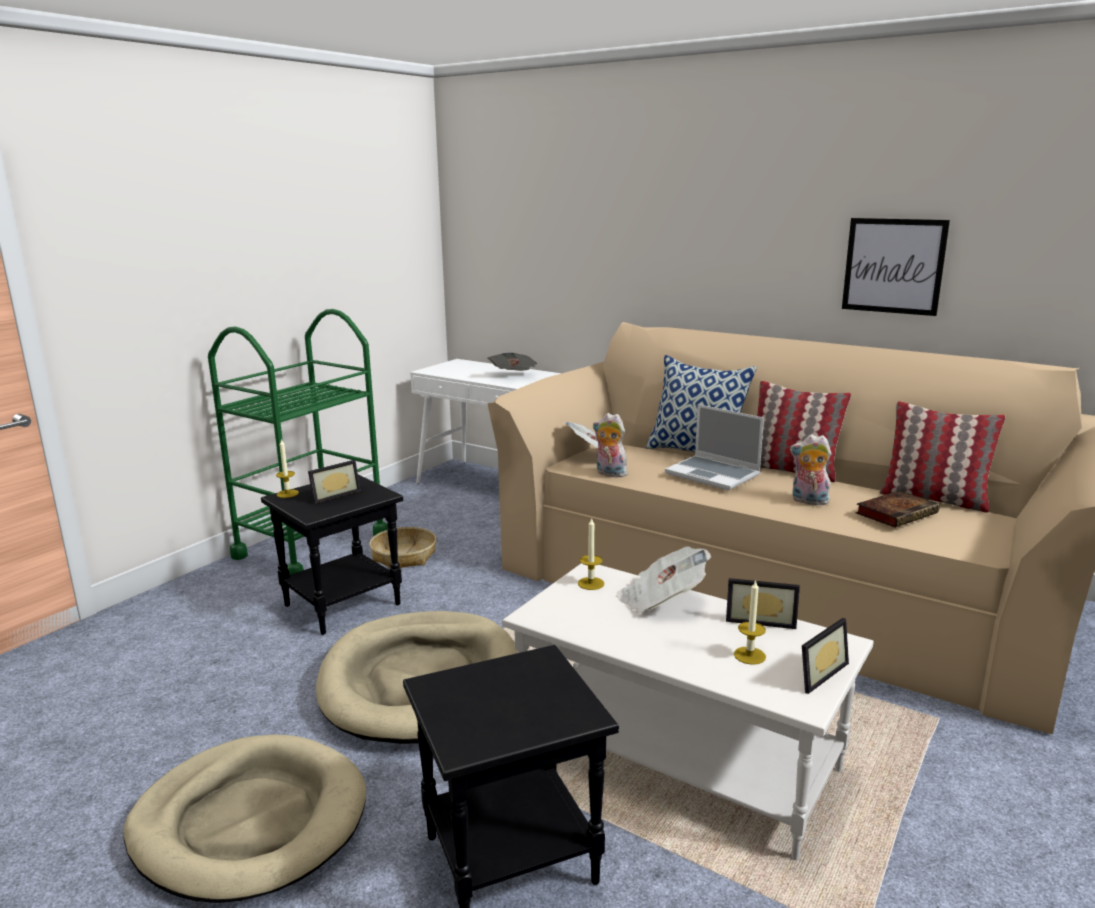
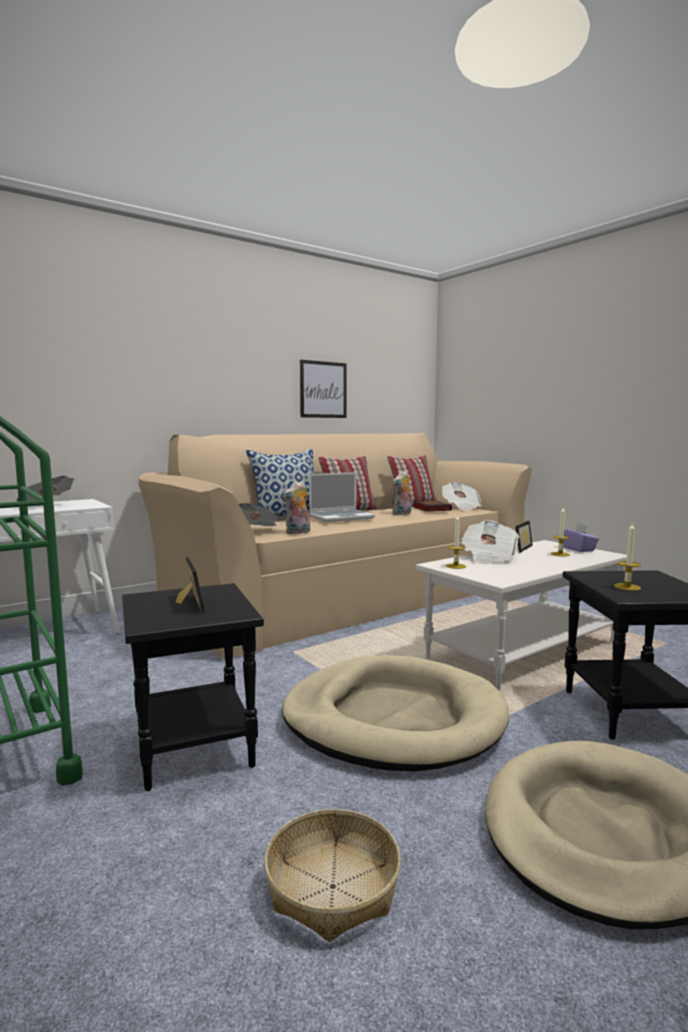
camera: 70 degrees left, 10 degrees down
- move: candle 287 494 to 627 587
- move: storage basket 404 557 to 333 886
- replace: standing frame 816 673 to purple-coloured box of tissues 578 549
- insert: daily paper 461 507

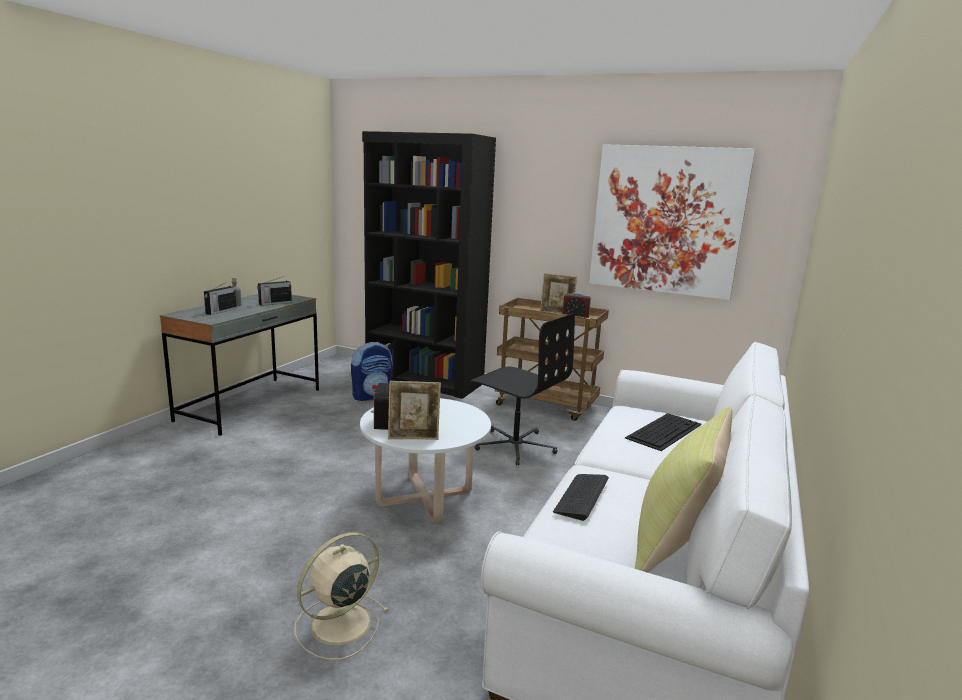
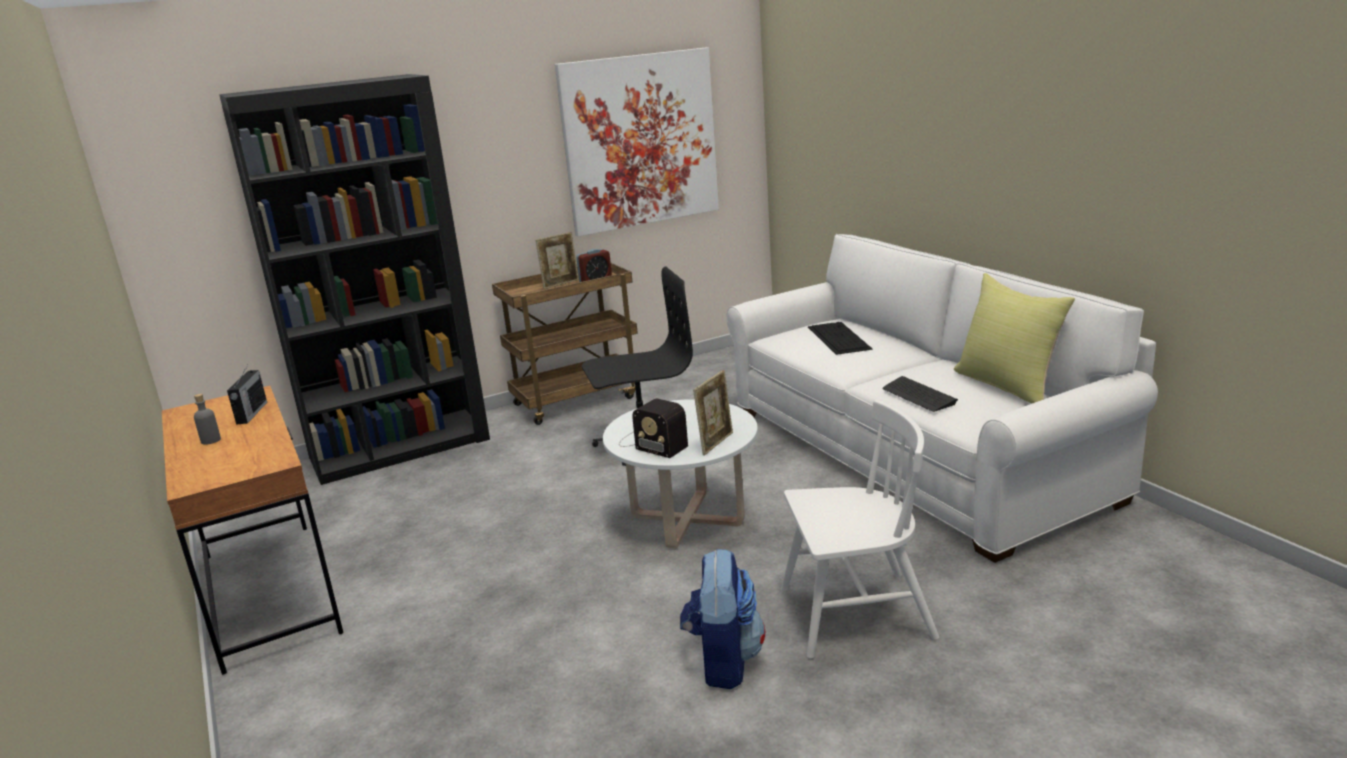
camera: 50 degrees left, 5 degrees up
- recolor: grey desk unit 251 405 to brown desk unit 270 592
- delete: radio 220 311
- replace: beige cooling fan 338 625 to whitish chair 855 613
- move: backpack 372 396 to 723 661

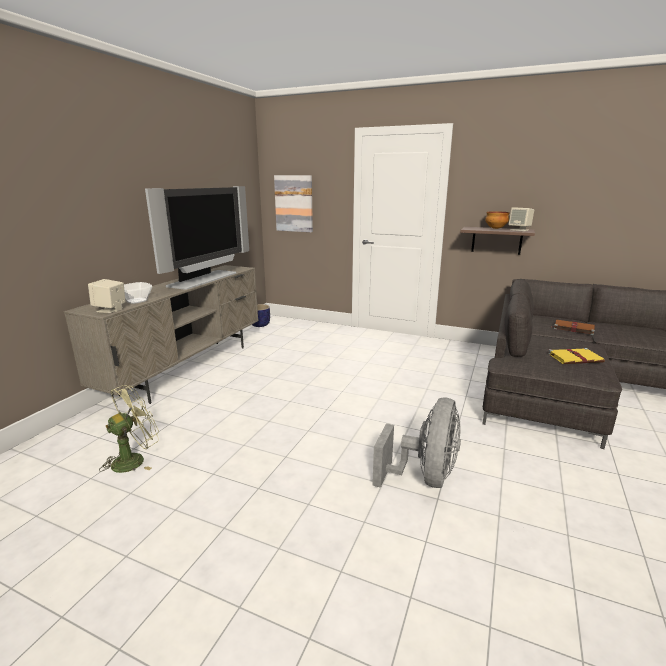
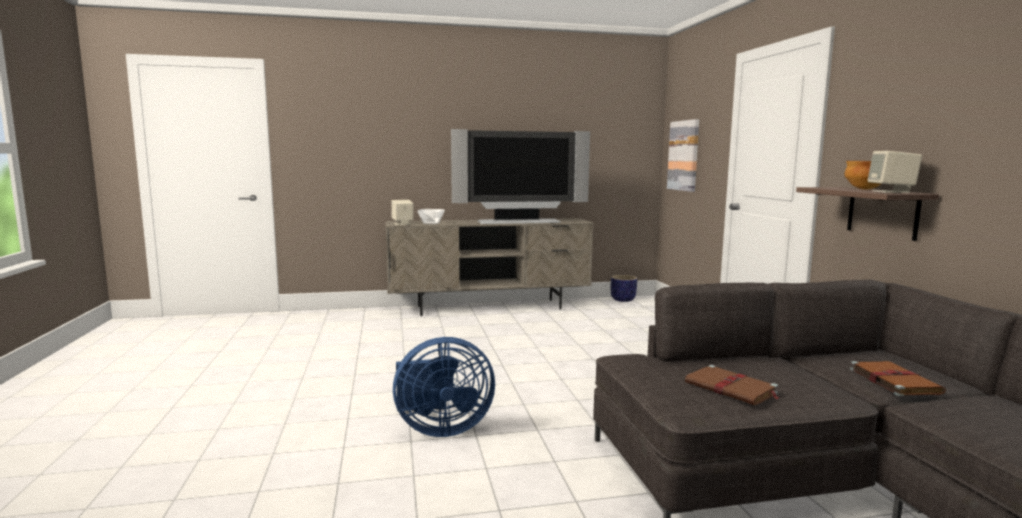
camera: 55 degrees right, 10 degrees down
- delete: green-coloured cooling fan 134 459
- recolor: grey cooling fan 424 477 to bluish cooling fan 440 428
- recolor: yellow-coloured bound book 575 358 to brown bound book 732 389

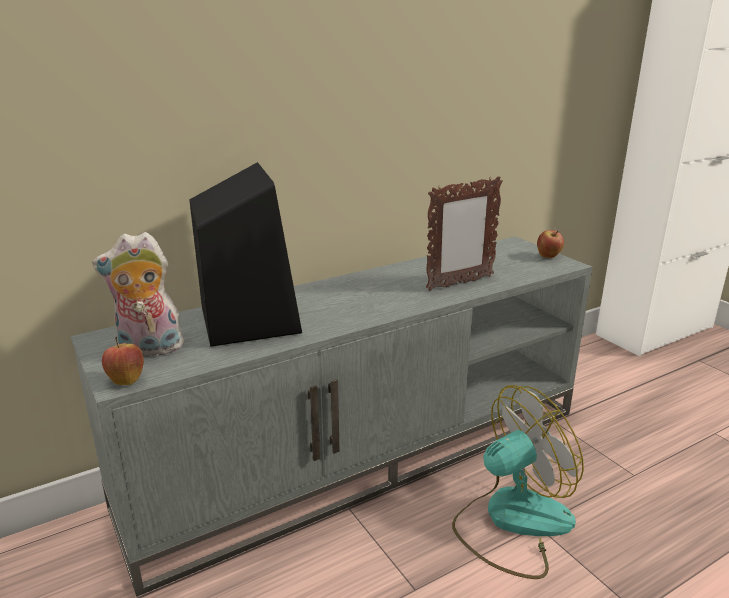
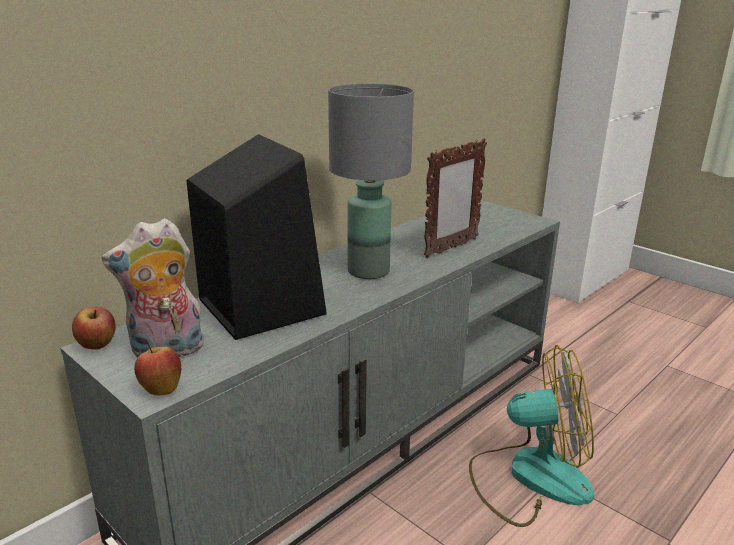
camera: 15 degrees left, 0 degrees up
- rotate: cooling fan 512 521 = 529 476 45 degrees clockwise
- move: whole apple 548 256 to 97 346
- insert: grey tabletop lamp 368 271

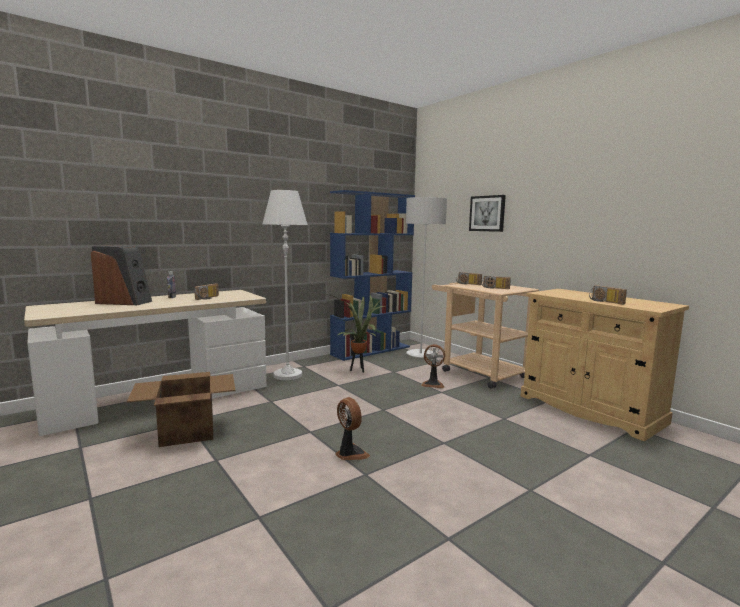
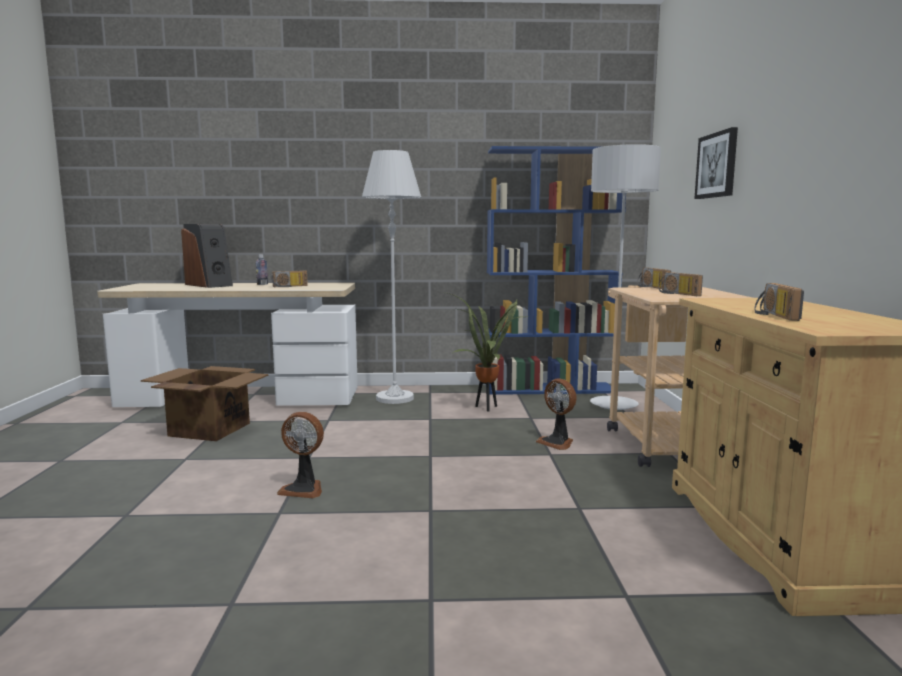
camera: 35 degrees right, 0 degrees up
- rotate: cooling fan 350 454 = 304 489 105 degrees clockwise

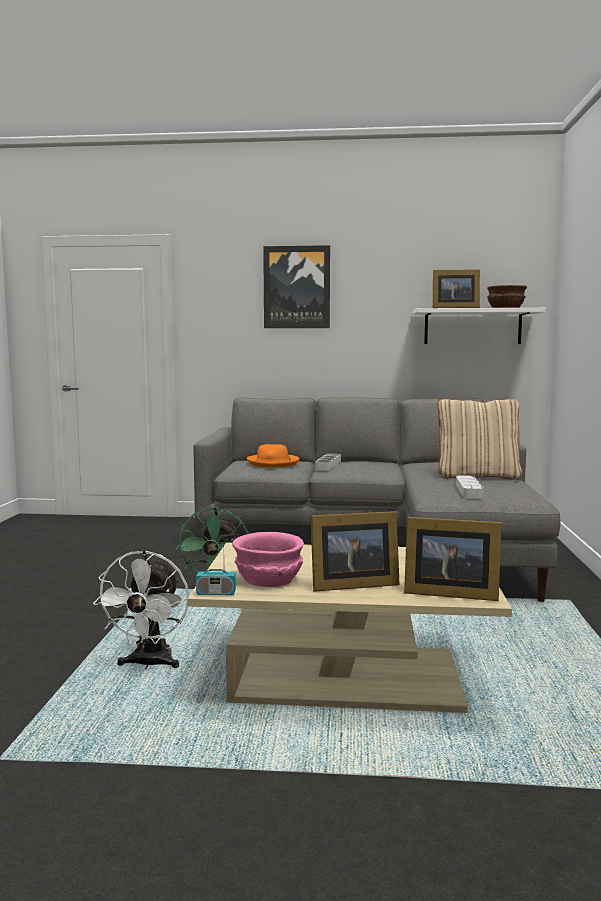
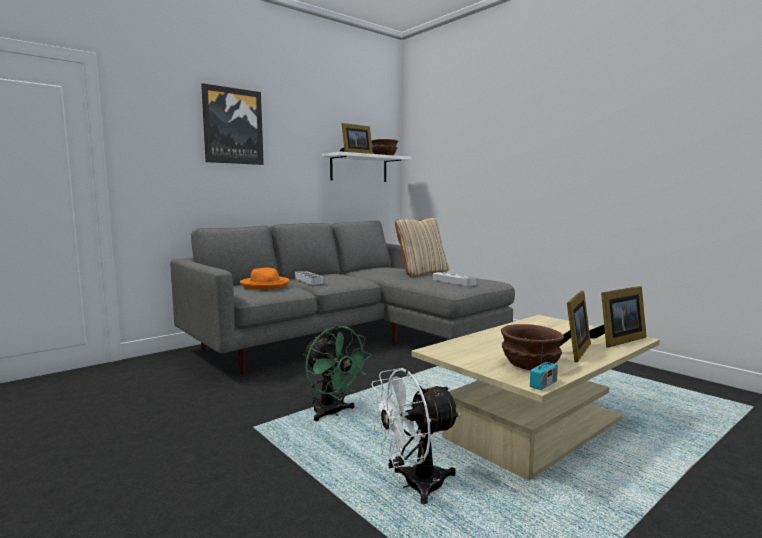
camera: 45 degrees left, 0 degrees up
- rotate: whitish cooling fan 149 664 = 414 485 105 degrees clockwise
- recolor: pink bowl 269 579 to brown bowl 530 364

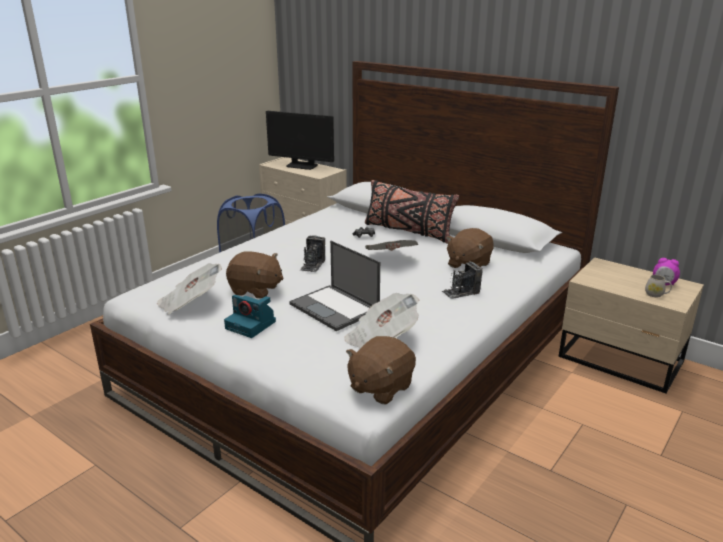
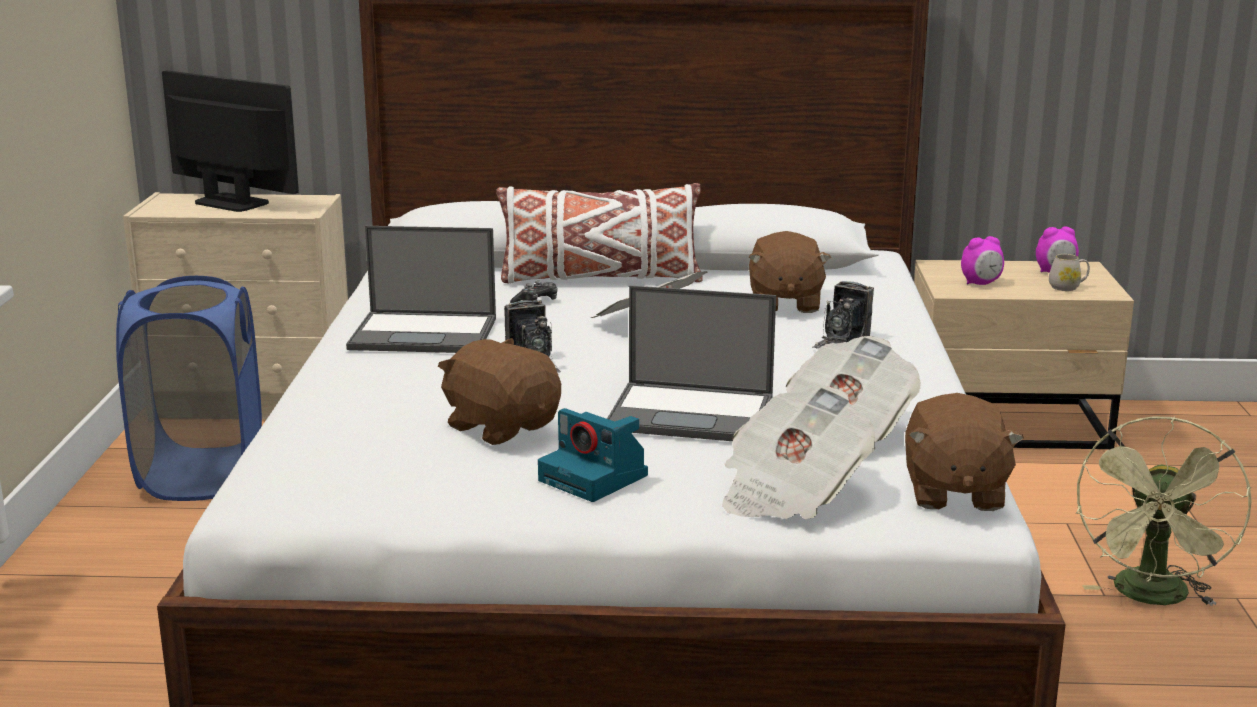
camera: 35 degrees left, 5 degrees down
- move: daily paper 190 303 to 790 493
- rotate: still camera 252 325 = 595 478 45 degrees clockwise
- rotate: brown cuddly toy 255 290 = 501 426 120 degrees counterclockwise
- rotate: monitor 302 166 = 231 203 135 degrees counterclockwise
- recolor: blackish throw pillow 408 231 to whitish throw pillow 600 279
- insert: portable computer 425 334
- insert: alarm clock 981 283
- insert: green-coloured cooling fan 1152 598

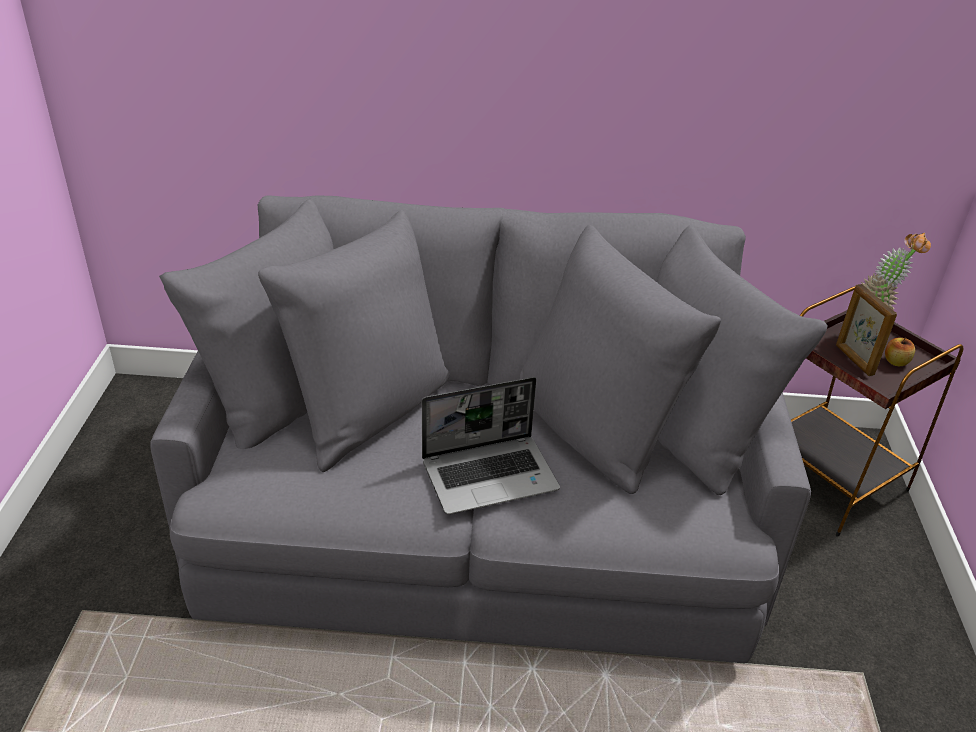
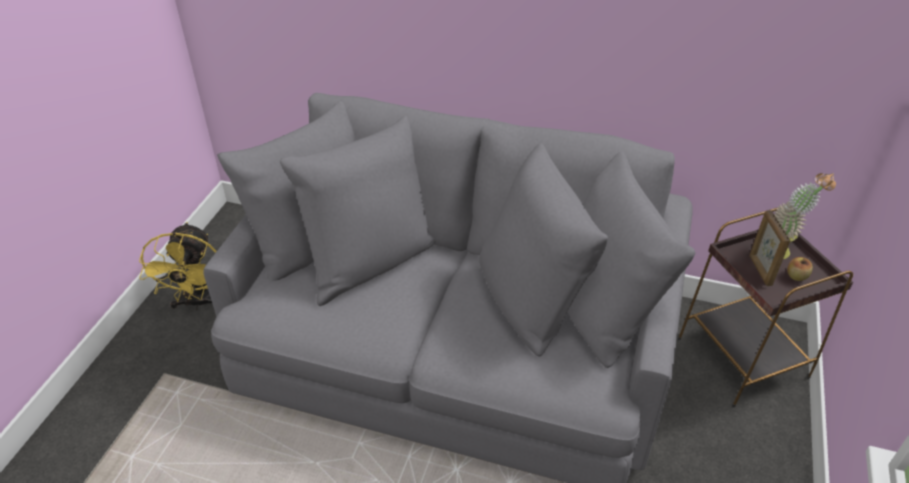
camera: 15 degrees right, 5 degrees up
- delete: portable computer 491 475
- insert: yellow-coloured cooling fan 198 303

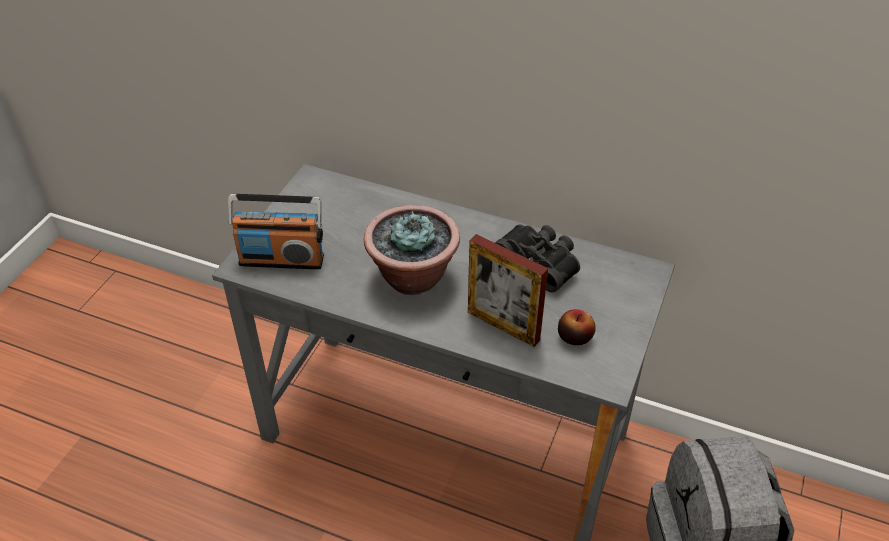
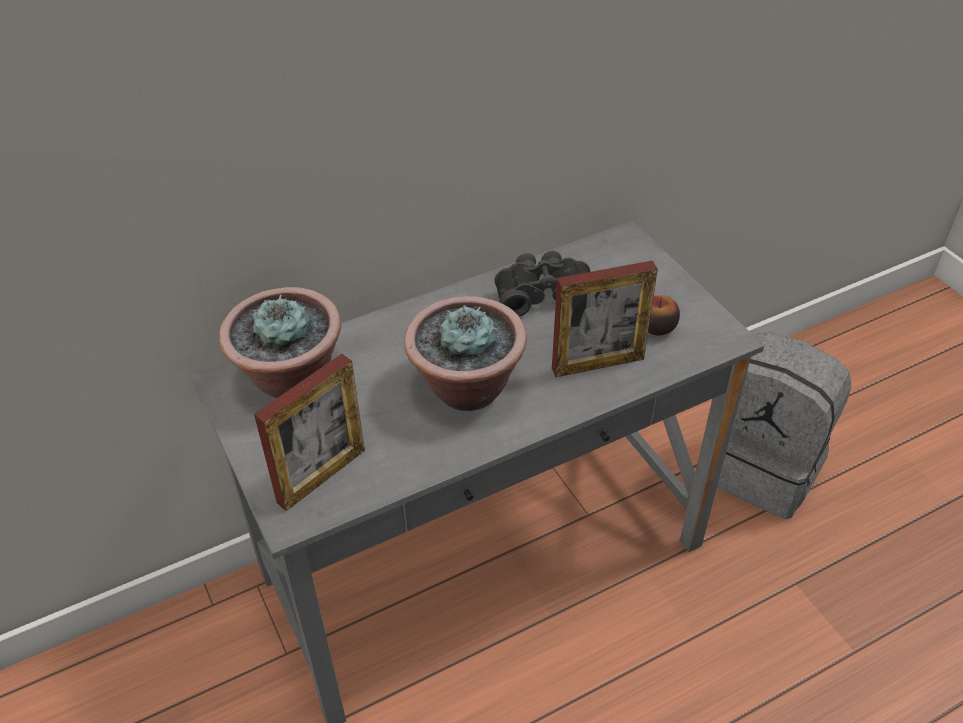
camera: 50 degrees left, 0 degrees up
- replace: radio 282 259 to standing frame 321 476
- insert: plant in a pot 290 379

